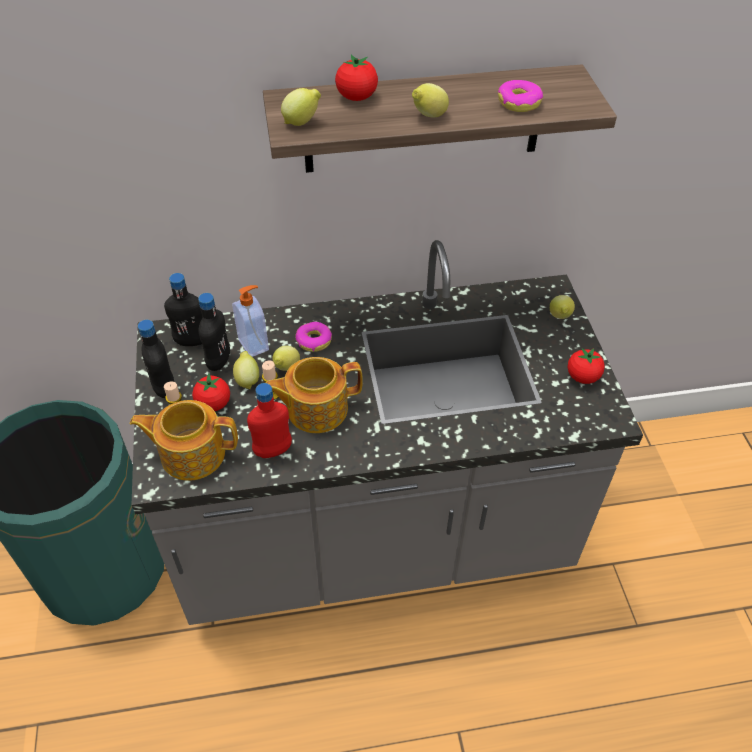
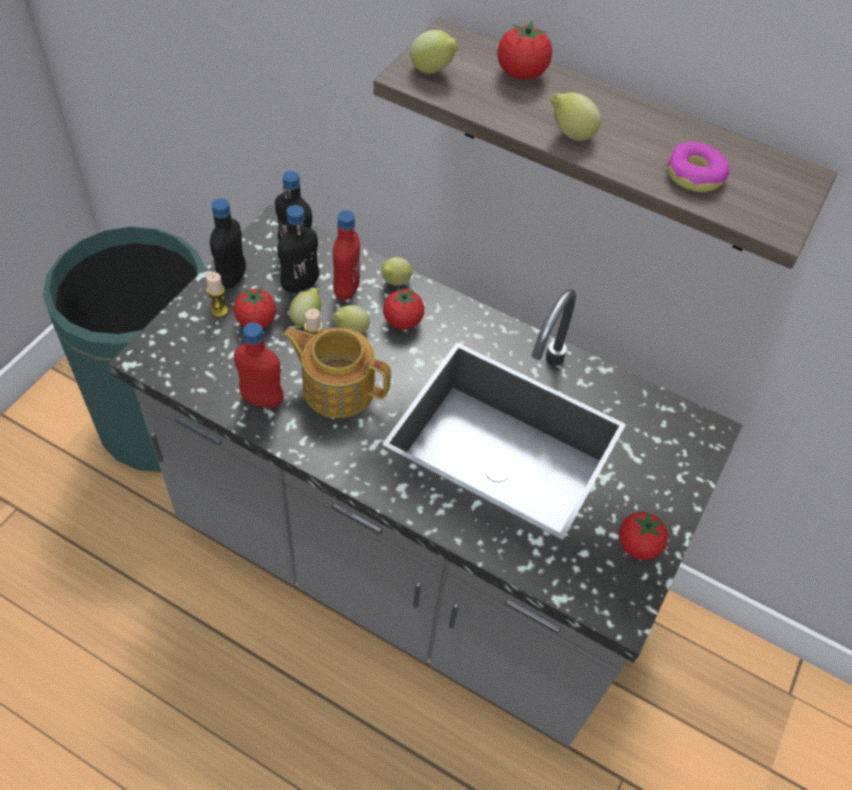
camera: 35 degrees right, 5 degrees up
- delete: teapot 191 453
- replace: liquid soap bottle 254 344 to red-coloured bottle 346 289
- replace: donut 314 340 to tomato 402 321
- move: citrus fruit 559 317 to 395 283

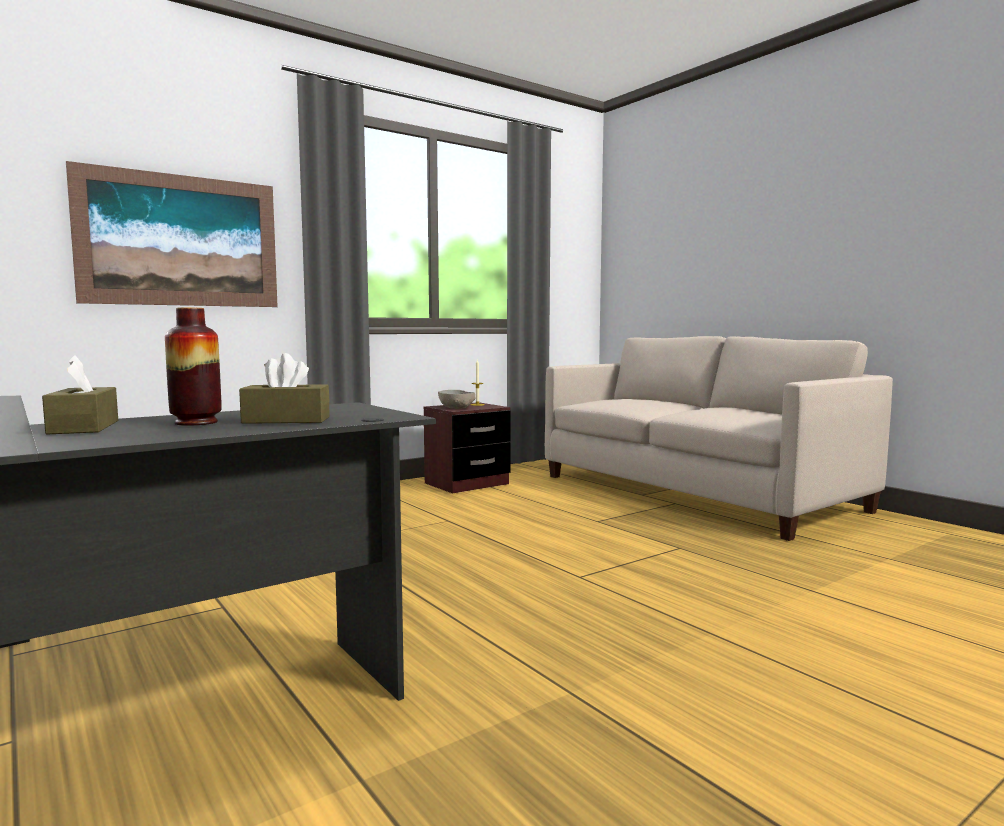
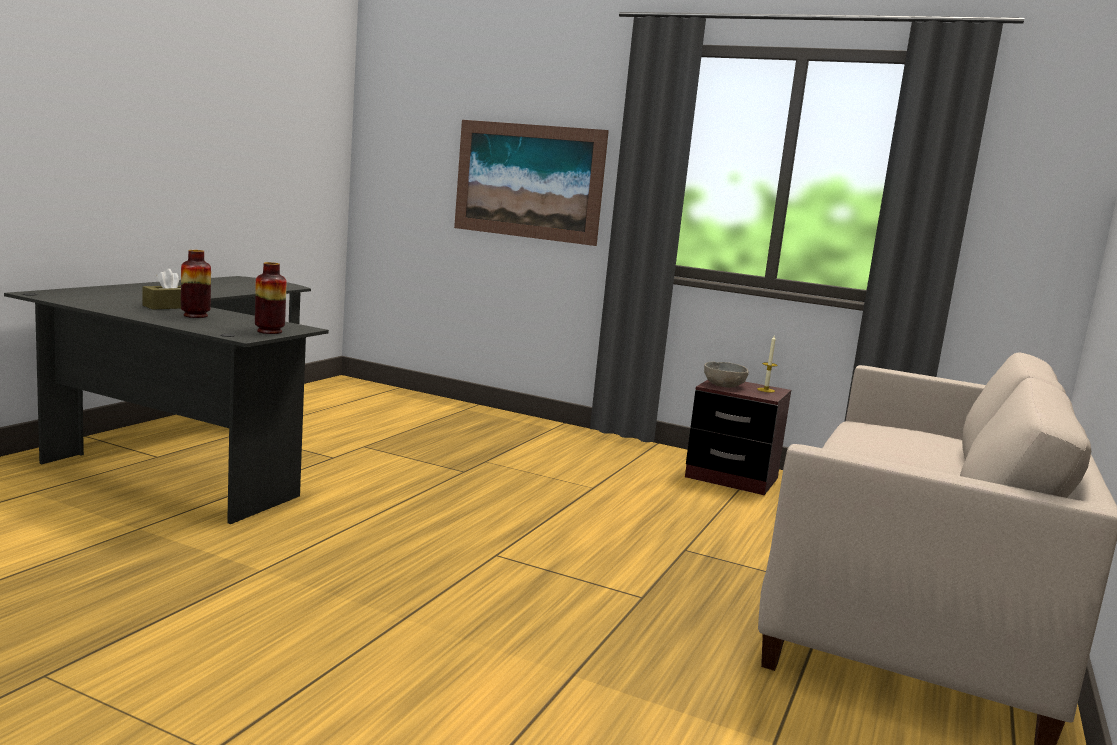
camera: 60 degrees right, 5 degrees up
- delete: brown box of tissues 286 420
- insert: vase 269 331

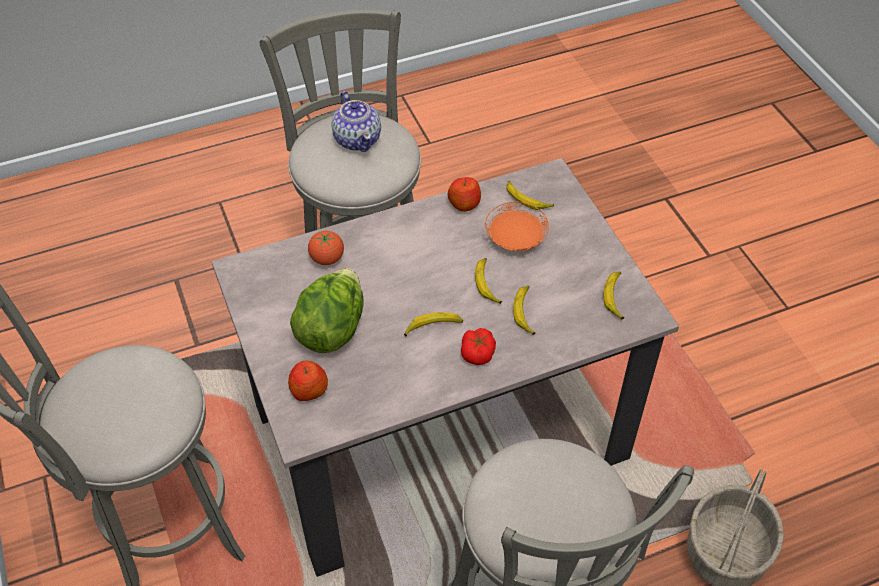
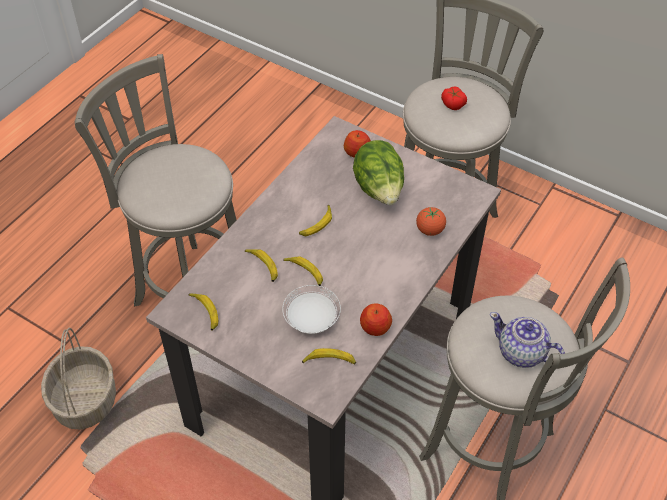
camera: 145 degrees right, 0 degrees up
- move: tomato 478 352 to 453 104
- recolor: orange-coloured dinner plate 515 239 to whitish dinner plate 312 319

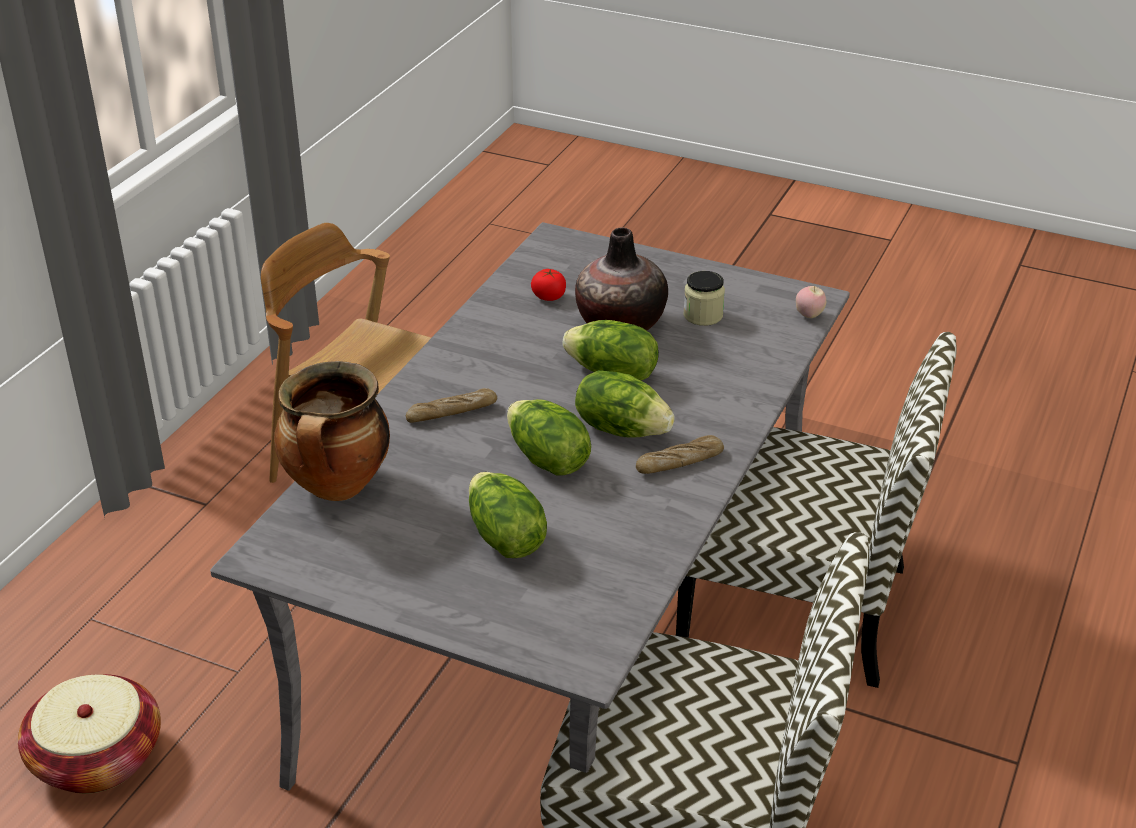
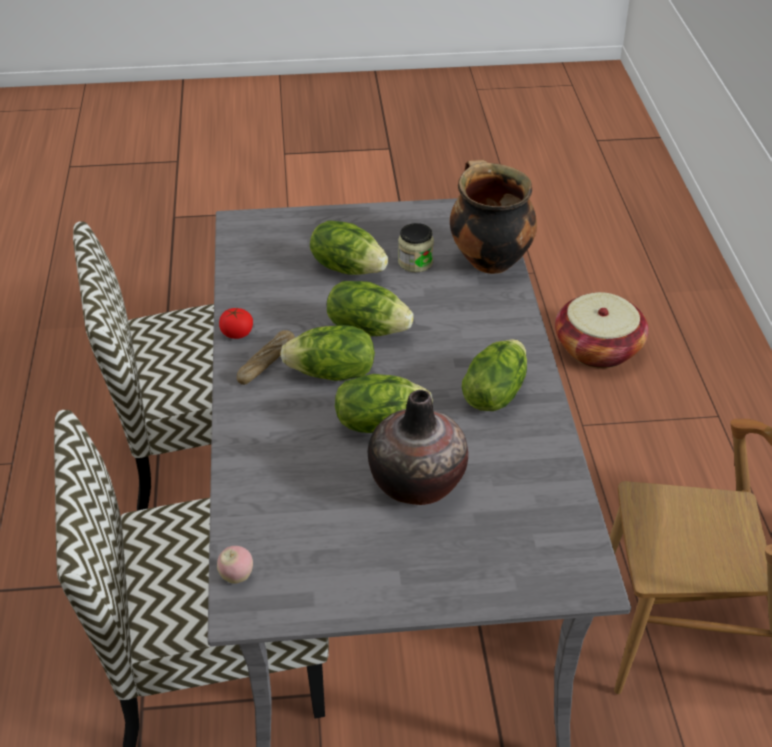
camera: 150 degrees right, 5 degrees up
- delete: bakery bread 452 413
- move: tomato 549 296 to 237 334
- move: preserve jar 703 315 to 415 262
- insert: head of lettuce 494 394

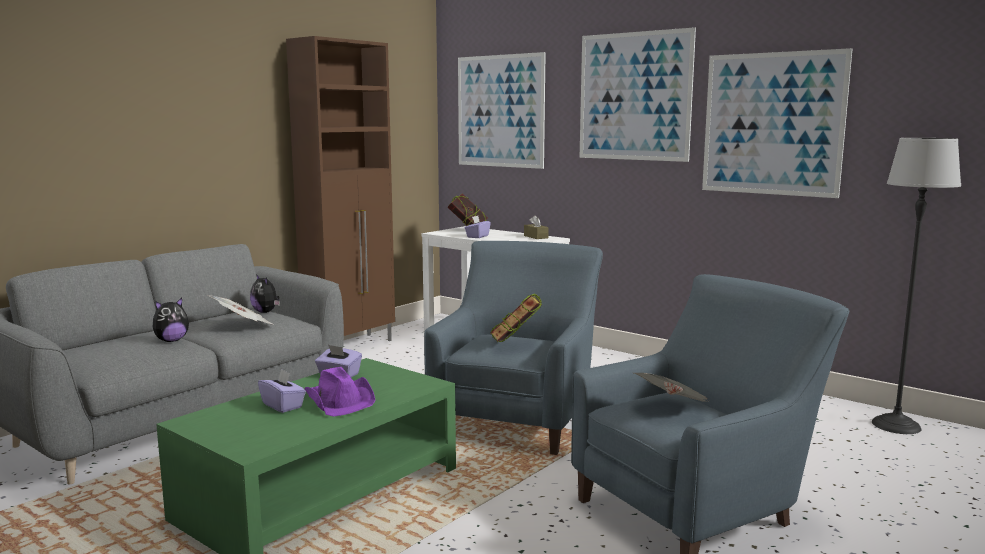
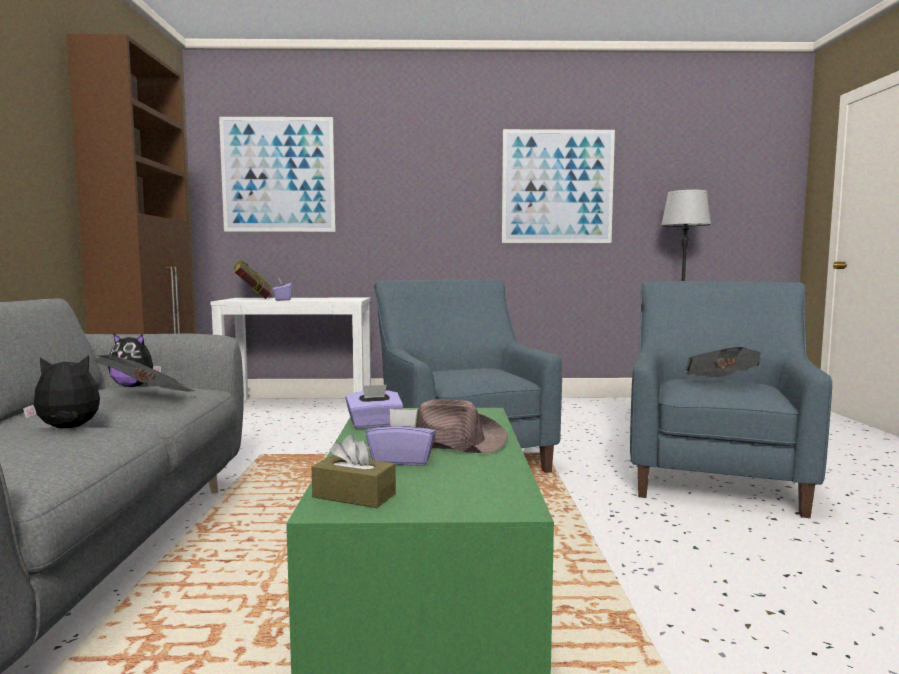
camera: 40 degrees left, 5 degrees down
- rotate: cuddly toy 171 340 = 68 429 120 degrees counterclockwise
- recolor: purple-coloured clothing hat 340 400 to brown clothing hat 448 441
- delete: bound book 516 344
- move: brown box of tissues 536 237 to 354 495
- delete: wall art 634 96

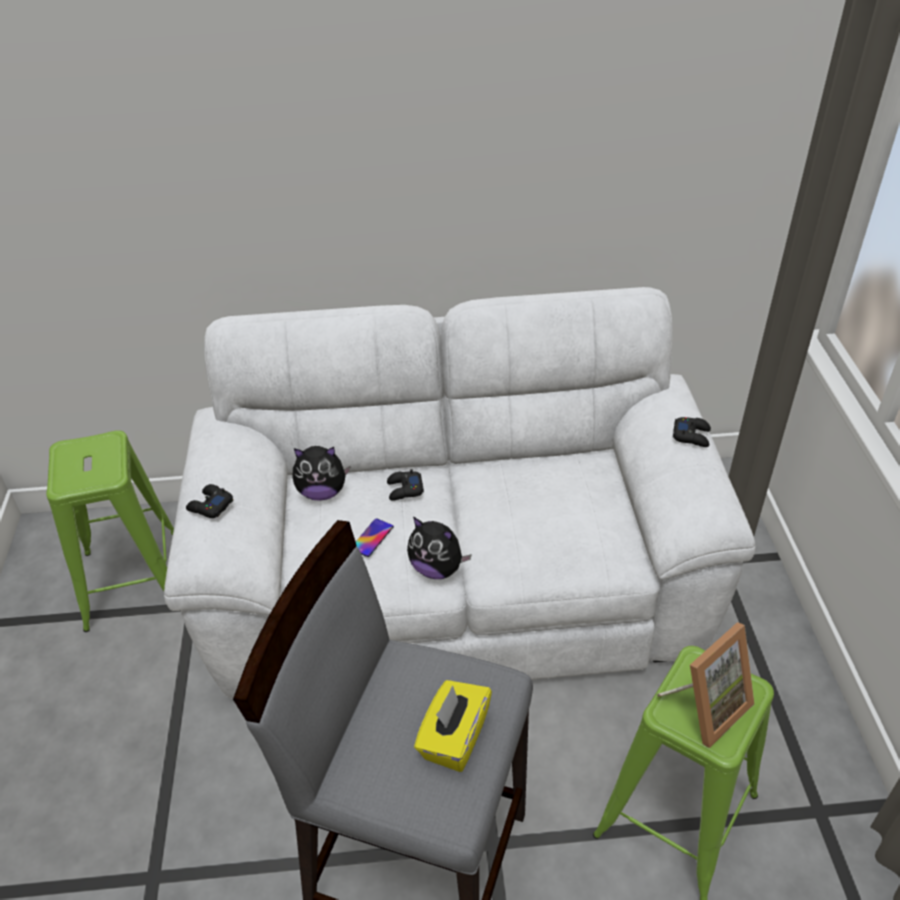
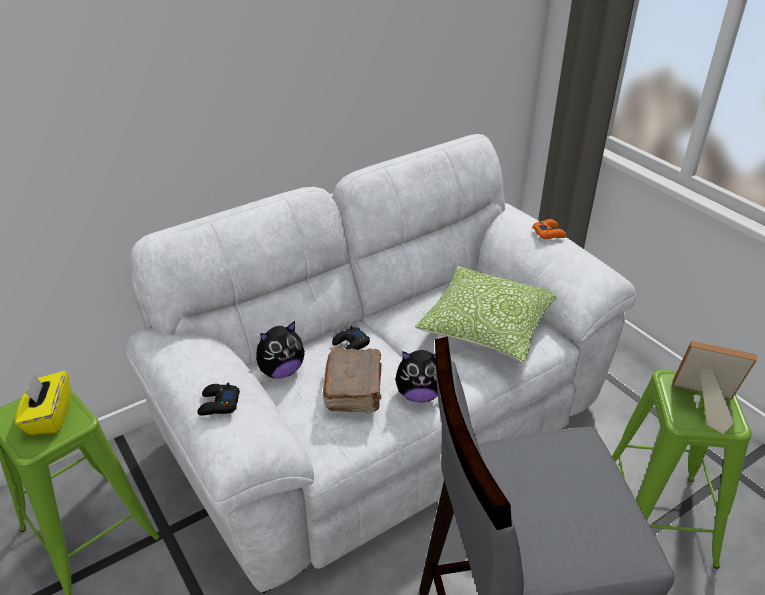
camera: 30 degrees left, 5 degrees down
- replace: telephone 372 538 to brown bound book 354 389
- move: yellow-coloured box of tissues 453 738 to 49 416
- rotate: standing frame 706 706 = 701 405 90 degrees counterclockwise
- recolor: blackish gamepad 691 435 to orange-coloured gamepad 549 233
- insert: throw pillow 487 326

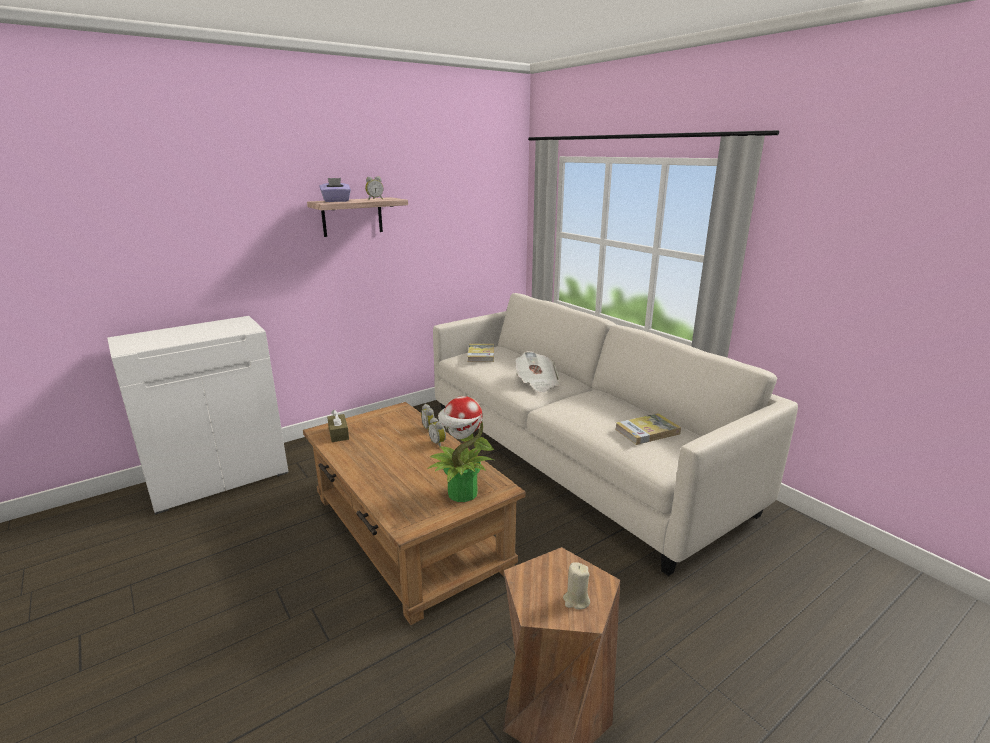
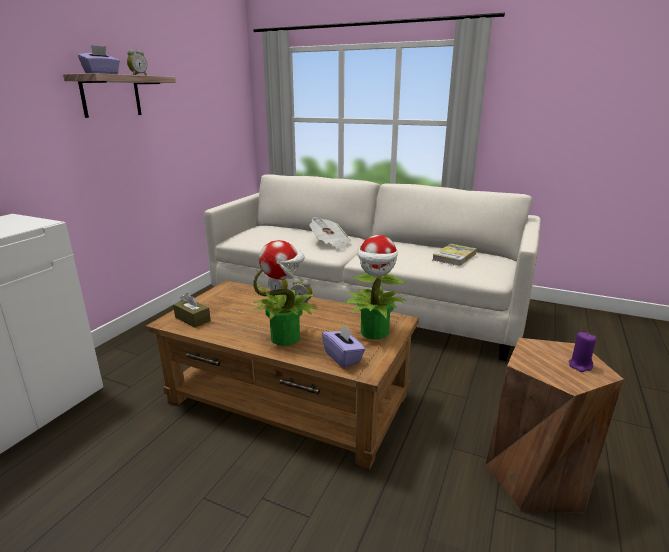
camera: 30 degrees left, 0 degrees up
- delete: bound book 481 355
- recolor: beige candle 576 600 to purple-coloured candle 580 366
- insert: plant in a pot 286 337
- insert: purple-coloured box of tissues 343 357

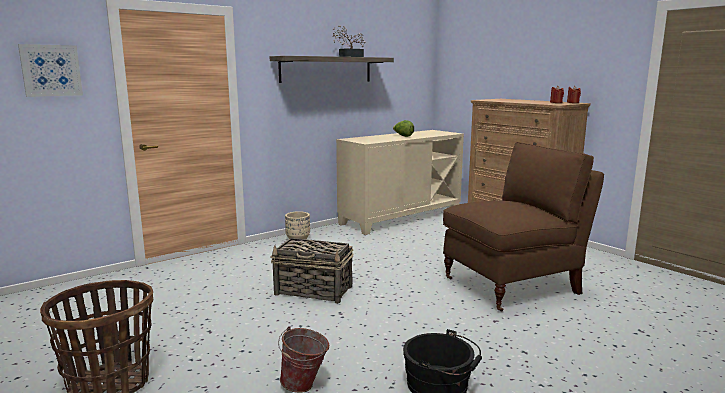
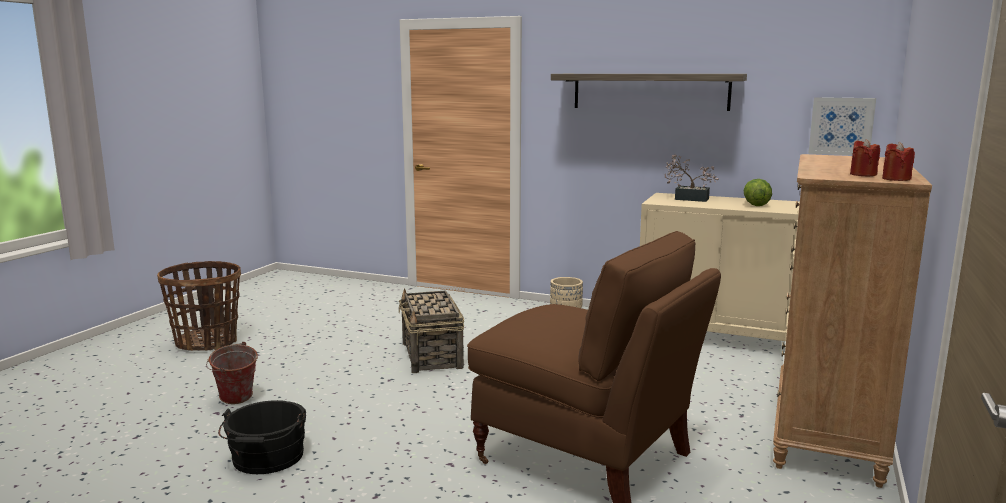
camera: 60 degrees right, 0 degrees up
- move: wall art 51 70 to 841 126
- move: plant in a pot 348 57 to 687 198

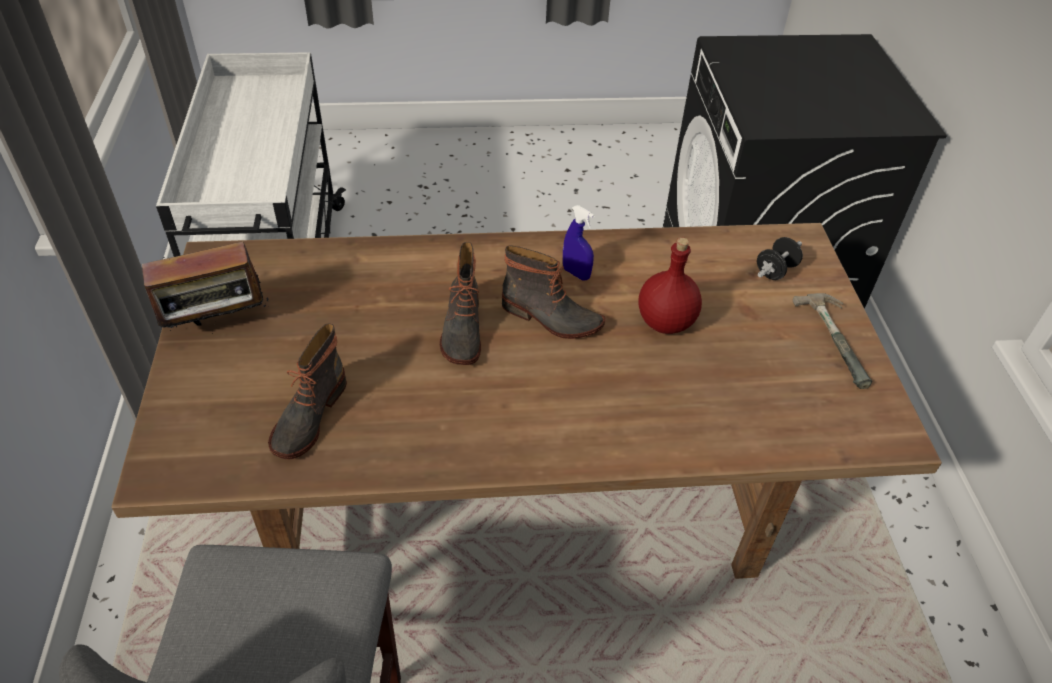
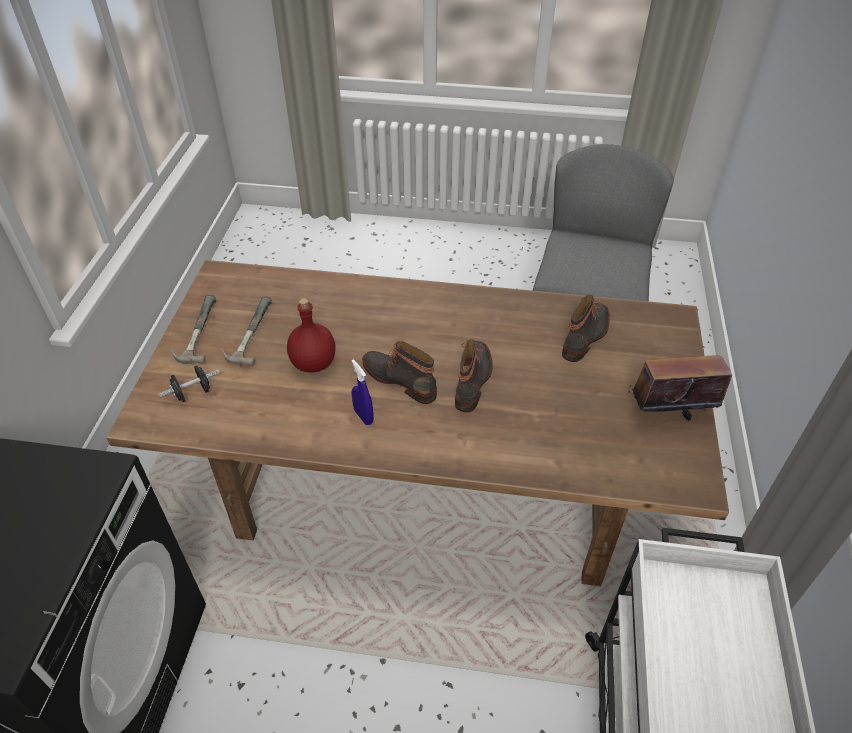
camera: 165 degrees left, 0 degrees up
- insert: tool hammer 247 332

